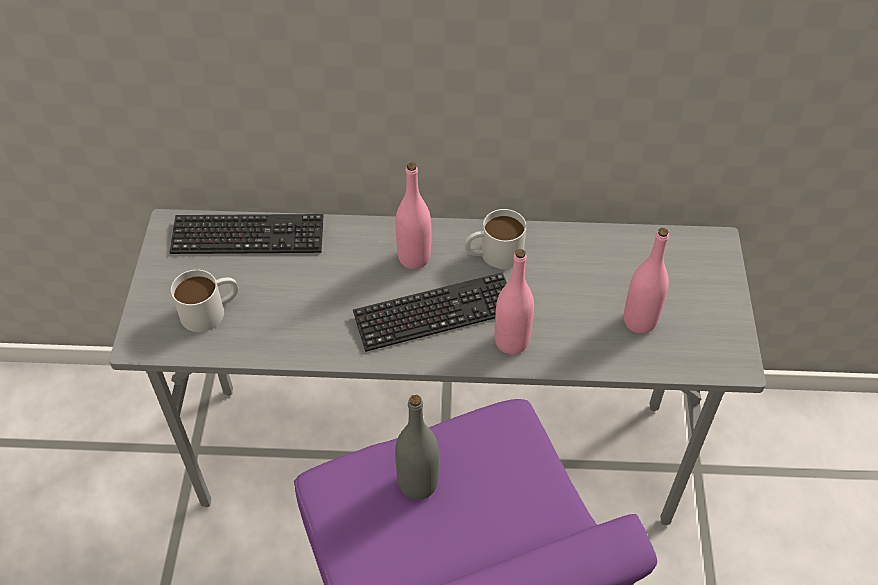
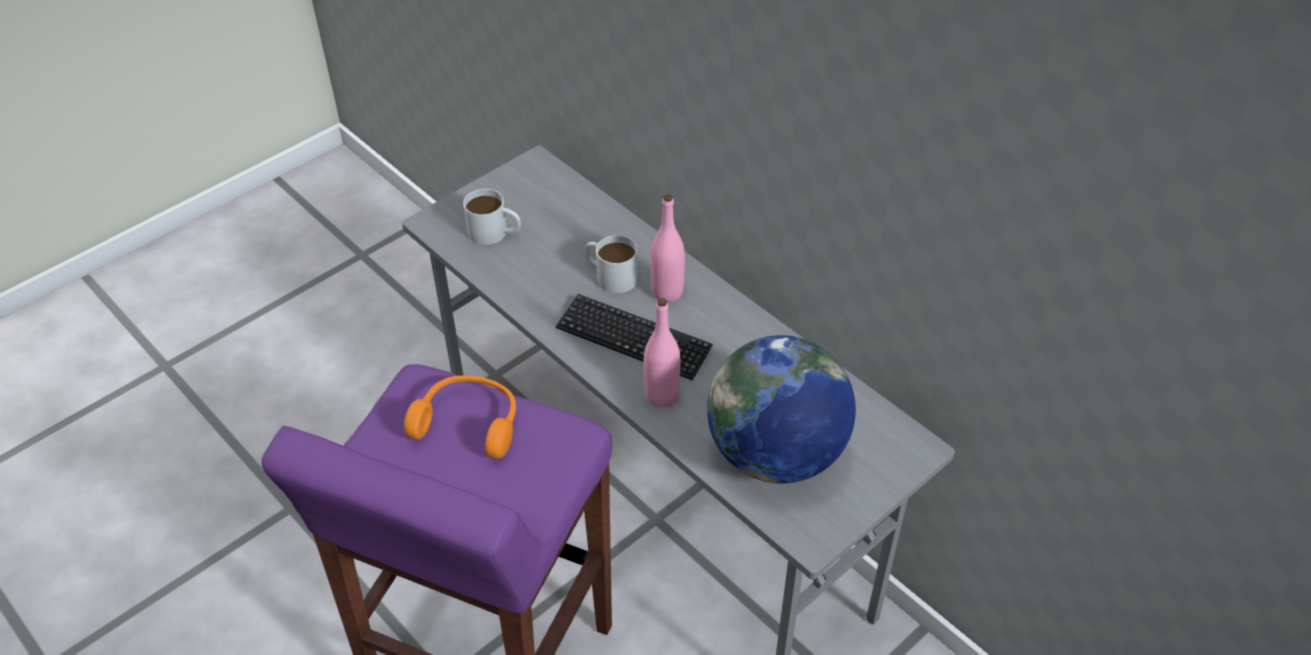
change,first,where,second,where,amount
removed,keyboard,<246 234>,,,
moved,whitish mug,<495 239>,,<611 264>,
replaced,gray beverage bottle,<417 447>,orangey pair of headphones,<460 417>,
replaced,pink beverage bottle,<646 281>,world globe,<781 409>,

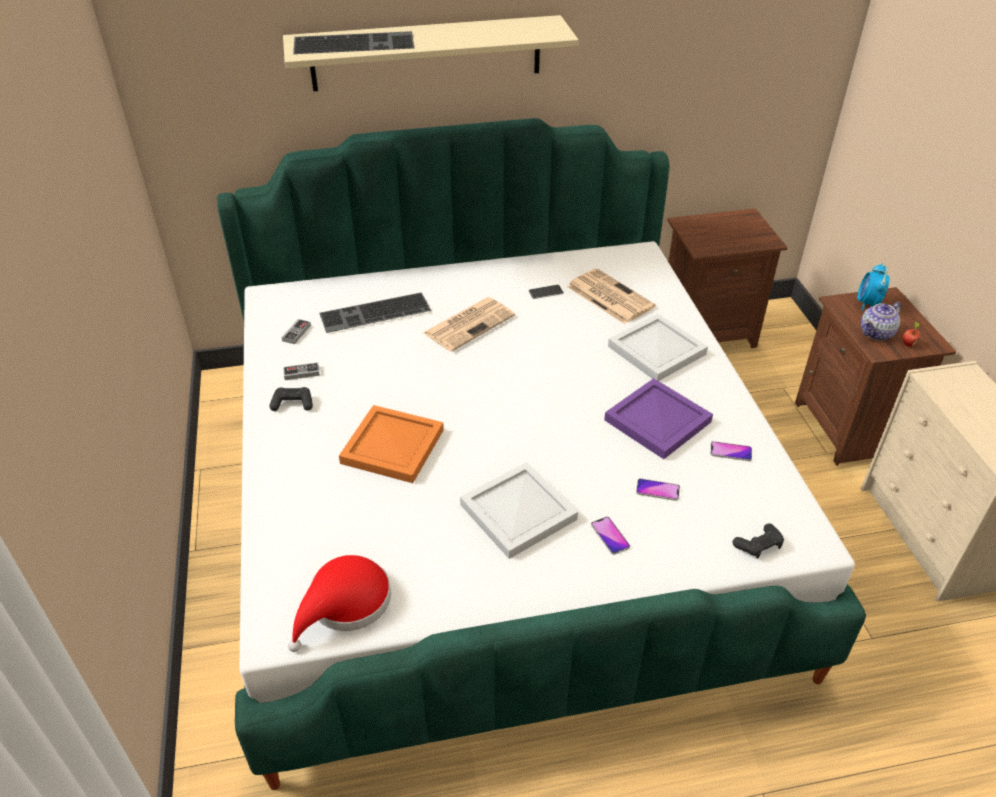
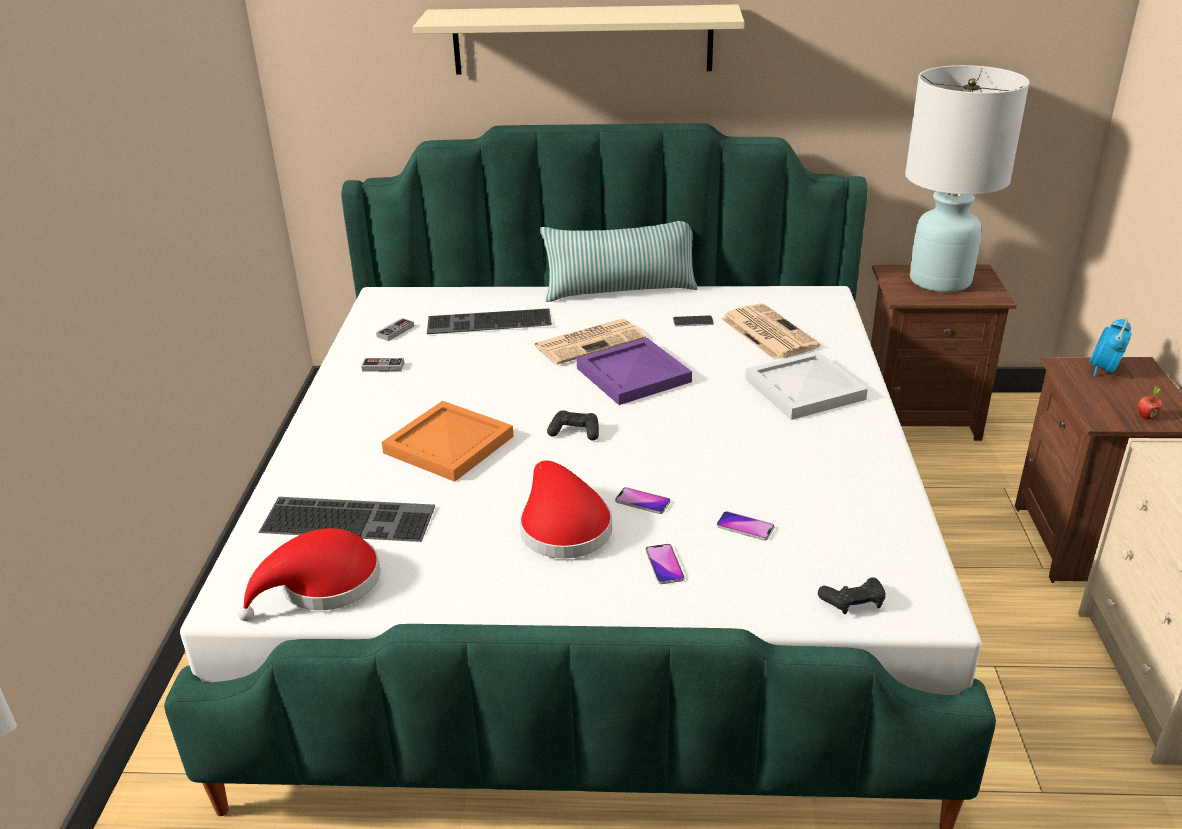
change,first,where,second,where,amount
removed,teapot,<881 321>,,,
added,,,cushion,<619 261>,
added,,,whitish lamp for a table,<967 178>,
moved,black-coloured gamepad,<291 399>,,<573 425>,
moved,keyboard,<353 42>,,<346 519>,
moved,purplish carrying tray,<658 418>,,<634 371>,
moved,handset,<731 451>,,<643 500>,
replaced,whitish carrying tray,<519 510>,reddish clothing hat,<566 509>,

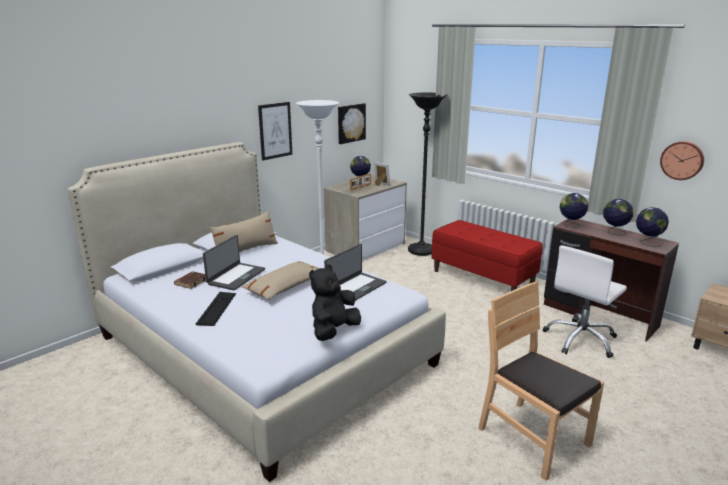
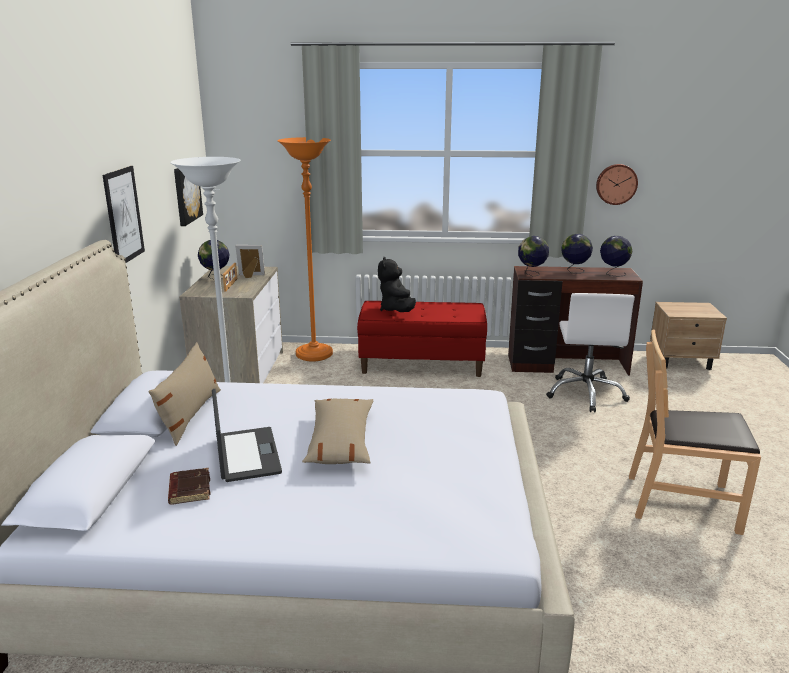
change,first,where,second,where,amount
removed,keyboard,<216 309>,,,
removed,portable computer,<355 272>,,,
moved,black-coloured cuddly toy,<335 303>,,<397 284>,
recoloured,black-coloured standard lamp,<427 174>,orangey standard lamp,<305 249>,

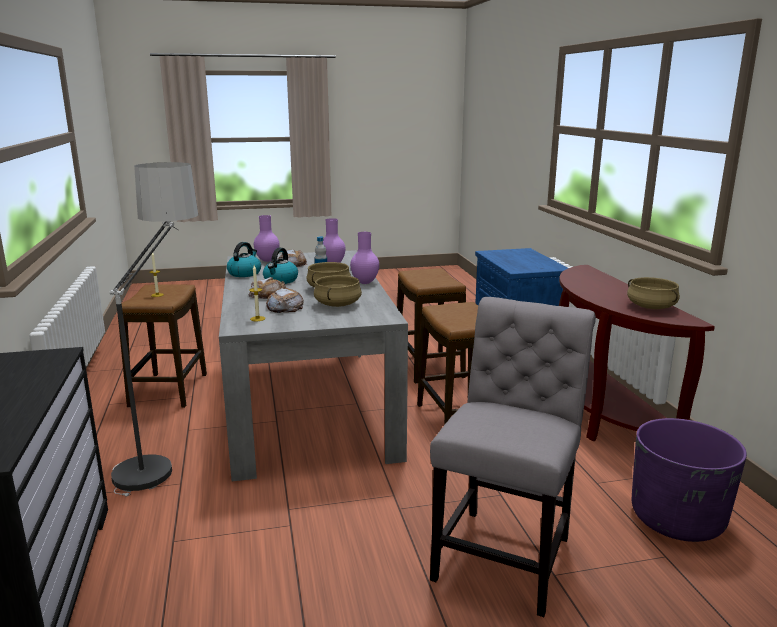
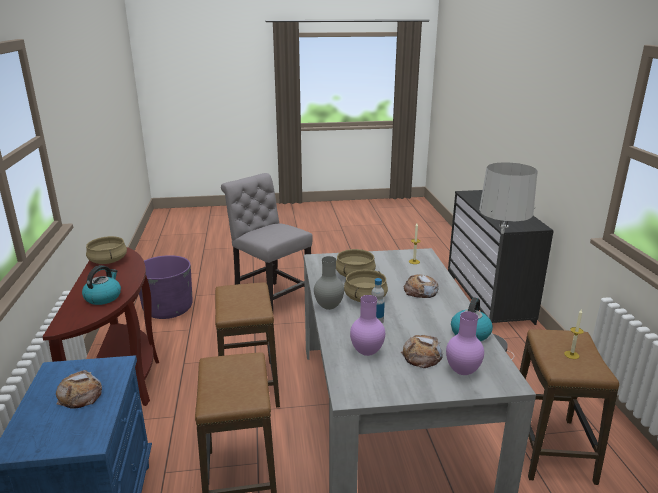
change,first,where,second,where,amount
moved,kettle,<280 266>,,<101 285>,
moved,bakery bread,<285 300>,,<79 389>,
recoloured,purplish flower vase,<364 258>,gray flower vase,<329 283>,
turned,gray chair,<513 457>,,<267 244>,105 degrees clockwise

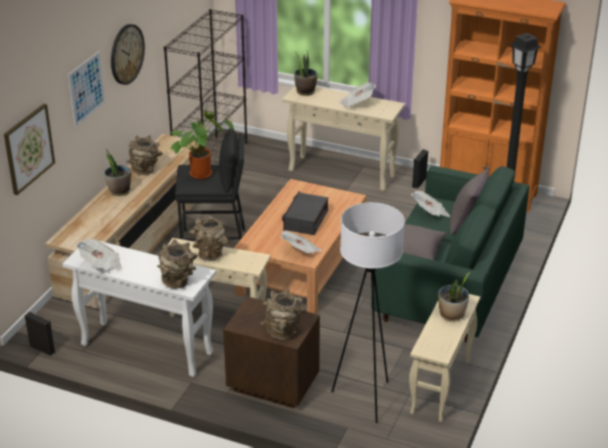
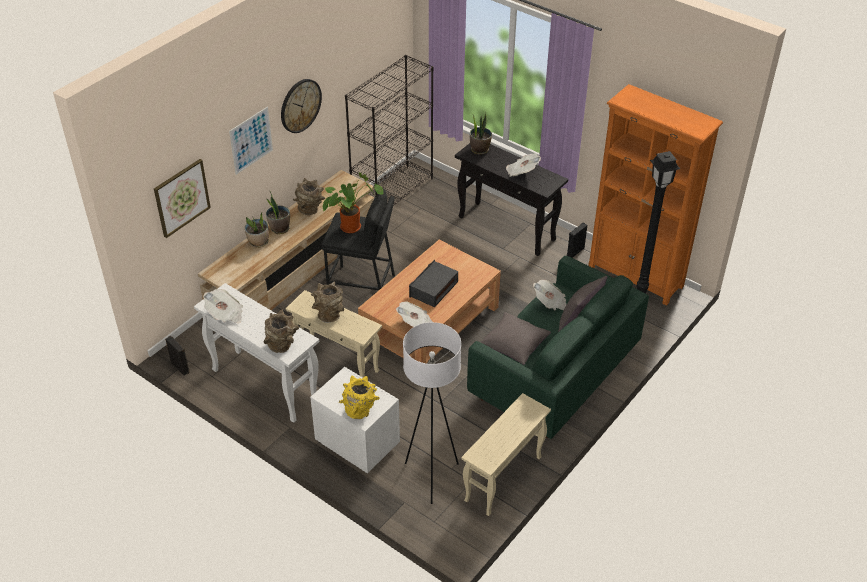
change,first,where,second,where,amount
moved,plant in a pot,<454 297>,,<256 230>,
recoloured,brown night table,<271 352>,whitish night table,<355 420>,
recoloured,brown flower vase,<283 314>,yellow-coloured flower vase,<359 397>,
recoloured,sand-coloured narrow table,<343 138>,black-coloured narrow table,<511 199>,

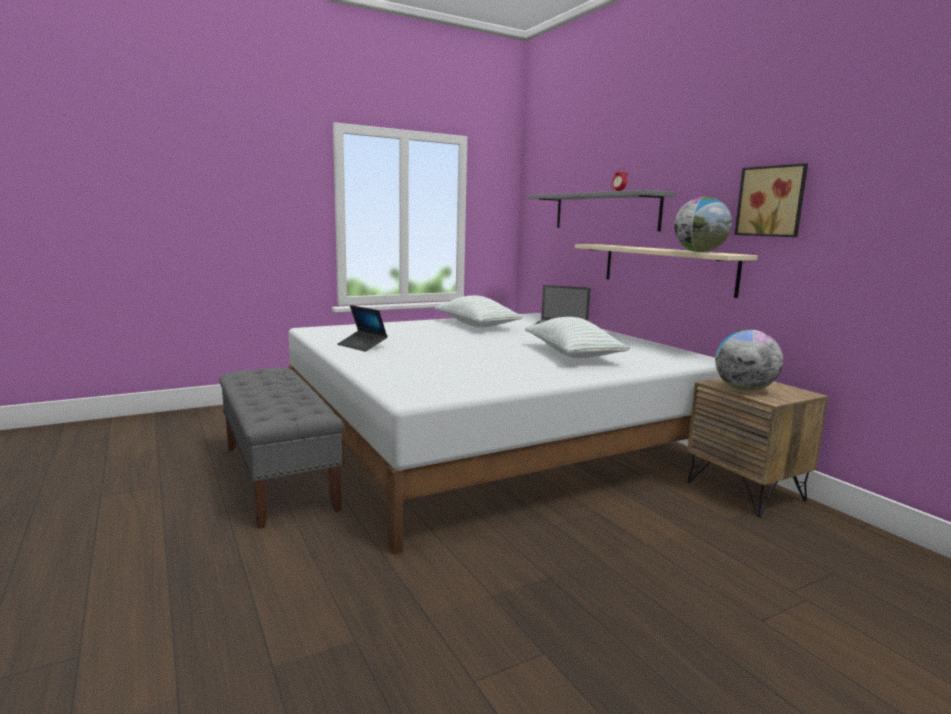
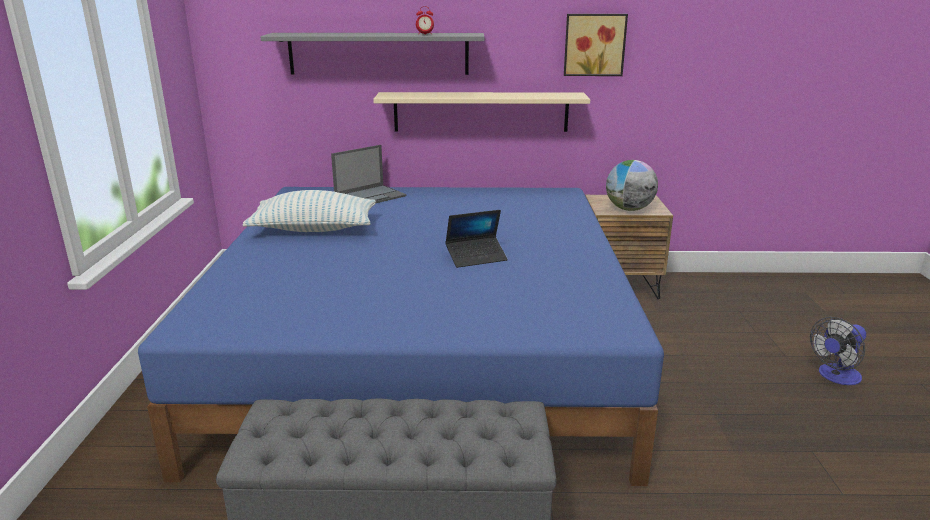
change,first,where,second,where,amount
removed,cushion,<577 337>,,,
removed,world globe,<703 224>,,,
added,,,electric fan,<838 351>,
moved,portable computer,<362 328>,,<476 239>,
recoloured,whitish bed,<504 433>,bluish bed,<401 336>,

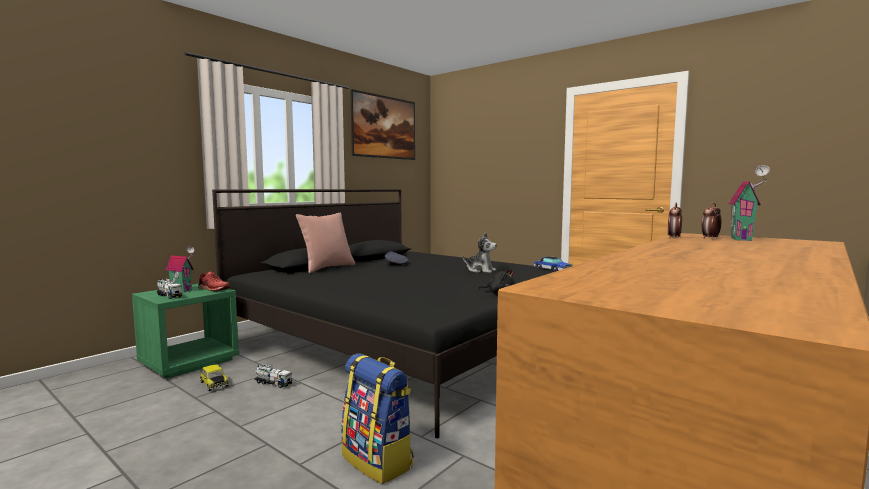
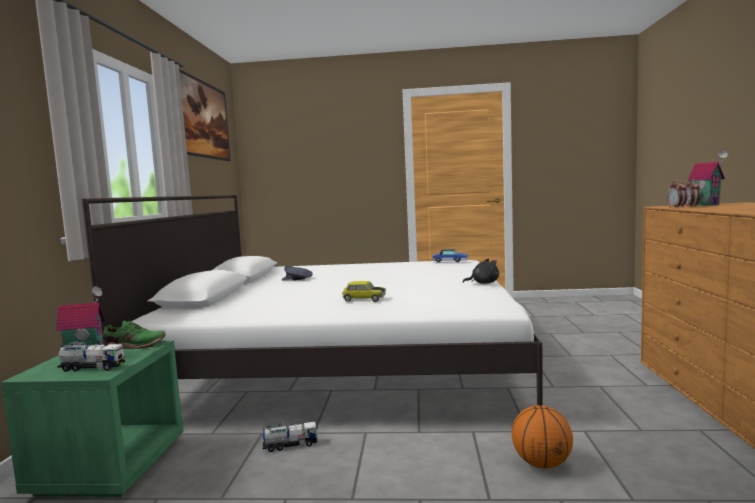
change,first,where,second,where,amount
removed,pink cushion,<325 243>,,,
removed,cuddly toy,<480 253>,,,
moved,model car,<214 377>,,<364 291>,
replaced,knapsack,<377 419>,basketball,<542 437>,
recoloured,reddish low shoe,<214 281>,green-coloured low shoe,<134 334>,
recoloured,black-coloured bed,<385 313>,whitish bed,<312 300>,

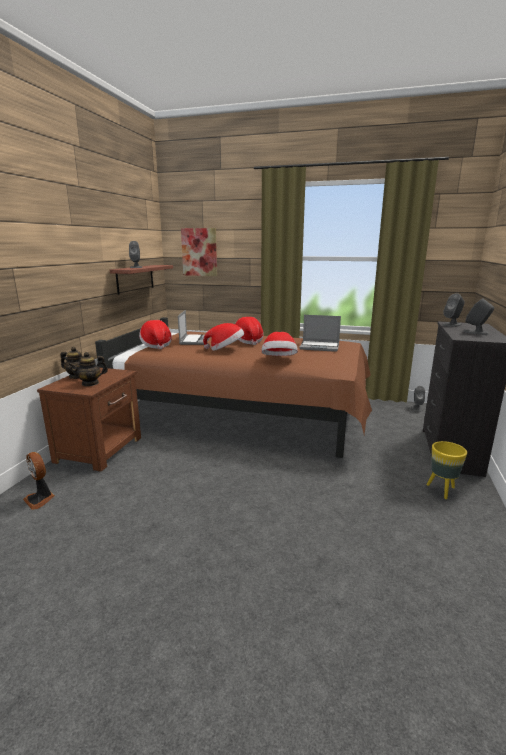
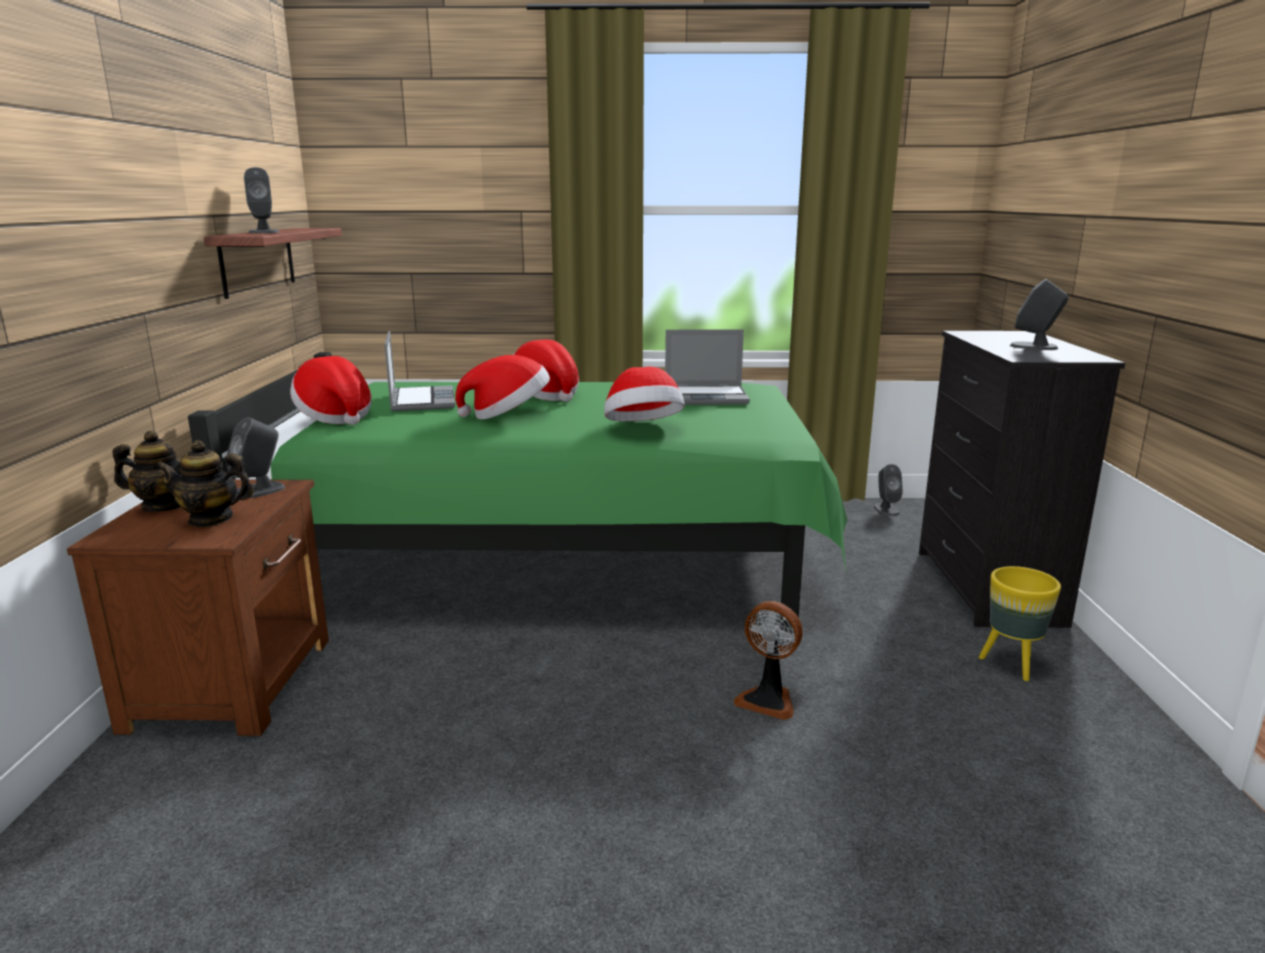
change,first,where,second,where,amount
removed,picture,<199 252>,,,
moved,electric fan,<39 481>,,<768 660>,
moved,gray speaker,<453 310>,,<255 457>,
recoloured,brown bed,<233 387>,green-coloured bed,<517 489>,
turned,teapot,<88 369>,,<205 483>,45 degrees clockwise

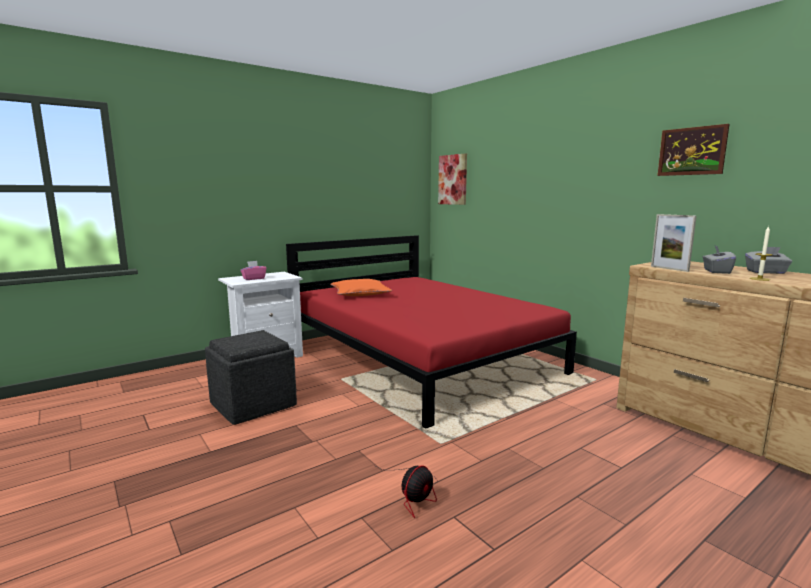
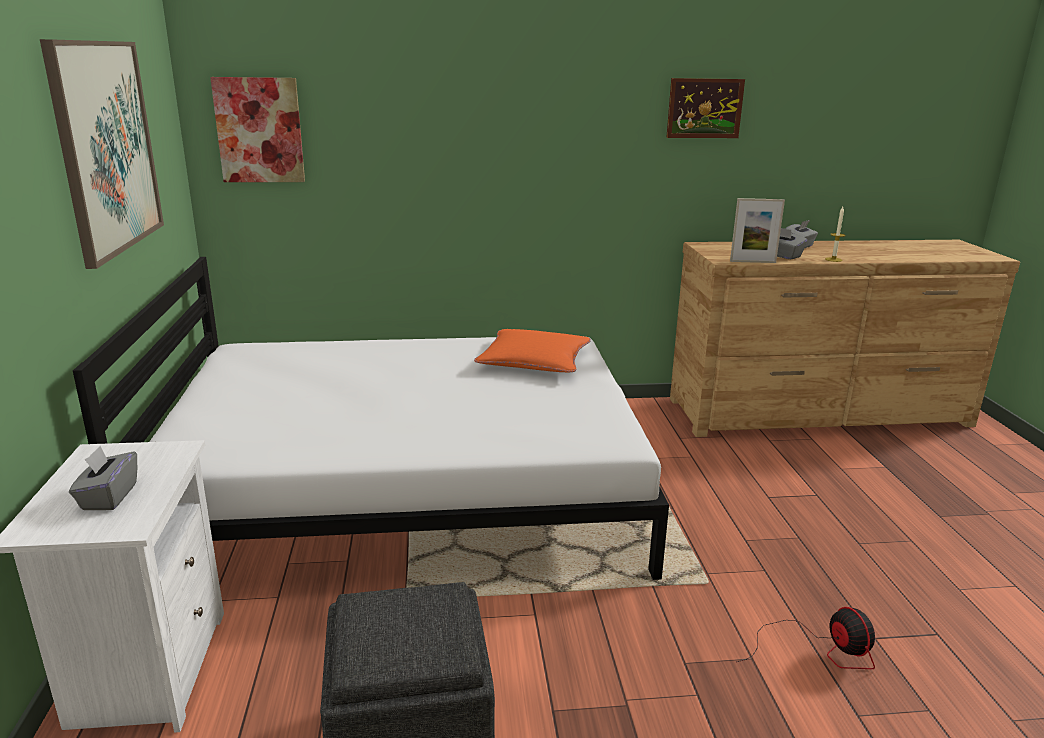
change,first,where,second,where,amount
added,,,picture,<102 154>,
moved,orangey cushion,<361 287>,,<532 351>,
recoloured,pink box of tissues,<253 270>,gray box of tissues,<103 478>,
recoloured,reddish bed,<431 332>,whitish bed,<371 418>,

